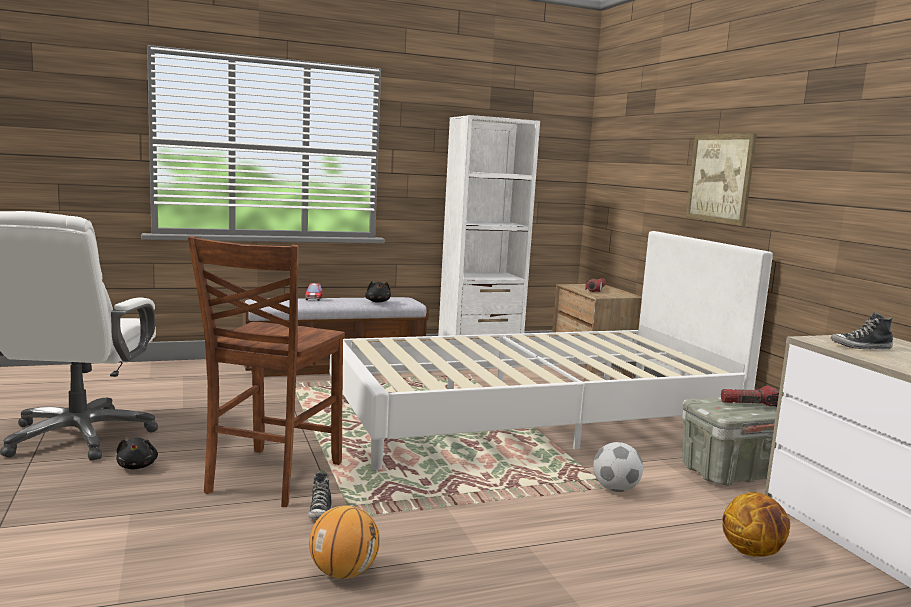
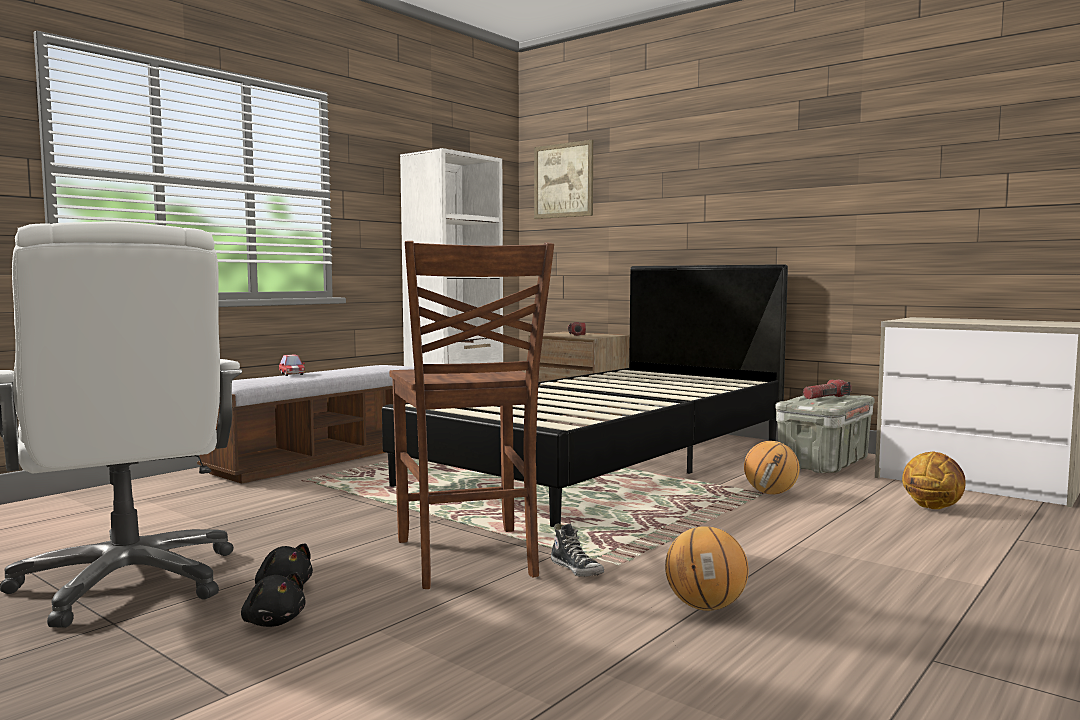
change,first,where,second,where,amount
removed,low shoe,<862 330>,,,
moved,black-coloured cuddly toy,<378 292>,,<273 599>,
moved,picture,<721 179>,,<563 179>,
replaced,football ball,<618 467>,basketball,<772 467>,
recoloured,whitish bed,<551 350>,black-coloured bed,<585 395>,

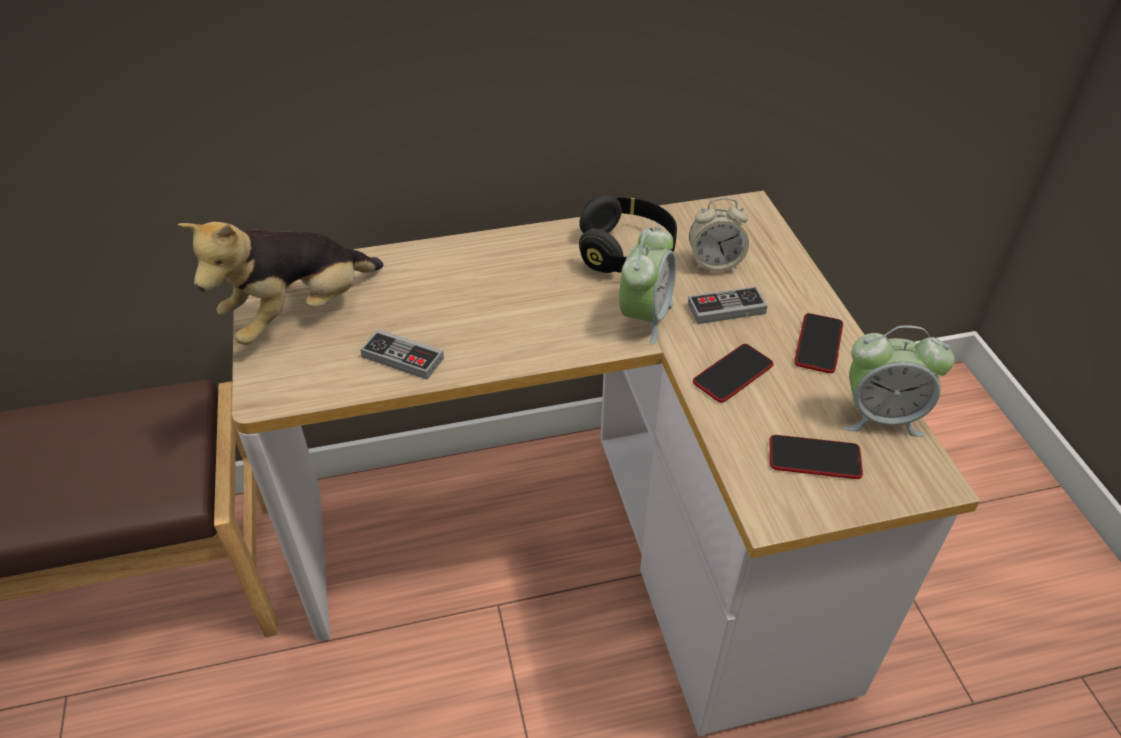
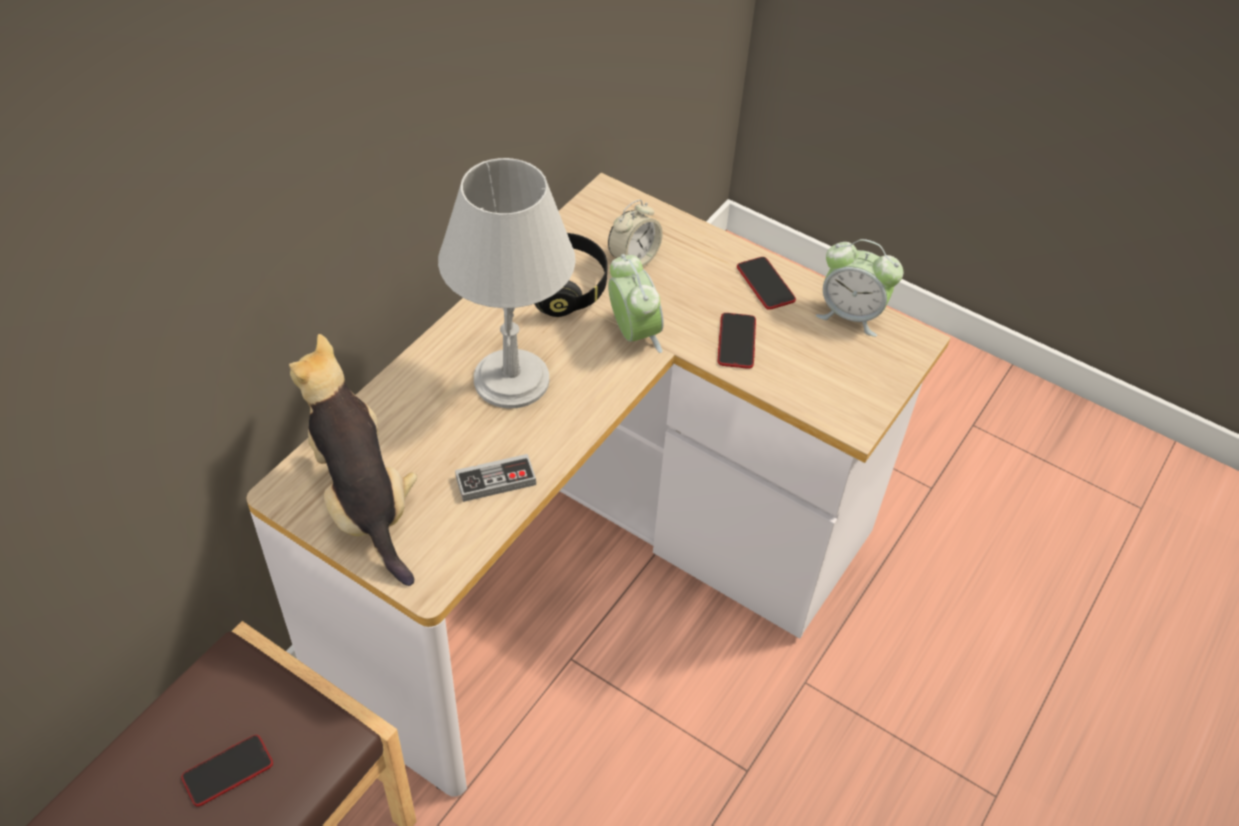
change,first,where,second,where,amount
removed,gamepad,<728 305>,,,
added,,,gray lamp for a table,<507 283>,
moved,handset,<816 457>,,<227 771>,
turned,cuddly toy,<281 283>,,<353 460>,150 degrees clockwise
turned,alarm clock,<899 381>,,<859 288>,60 degrees clockwise

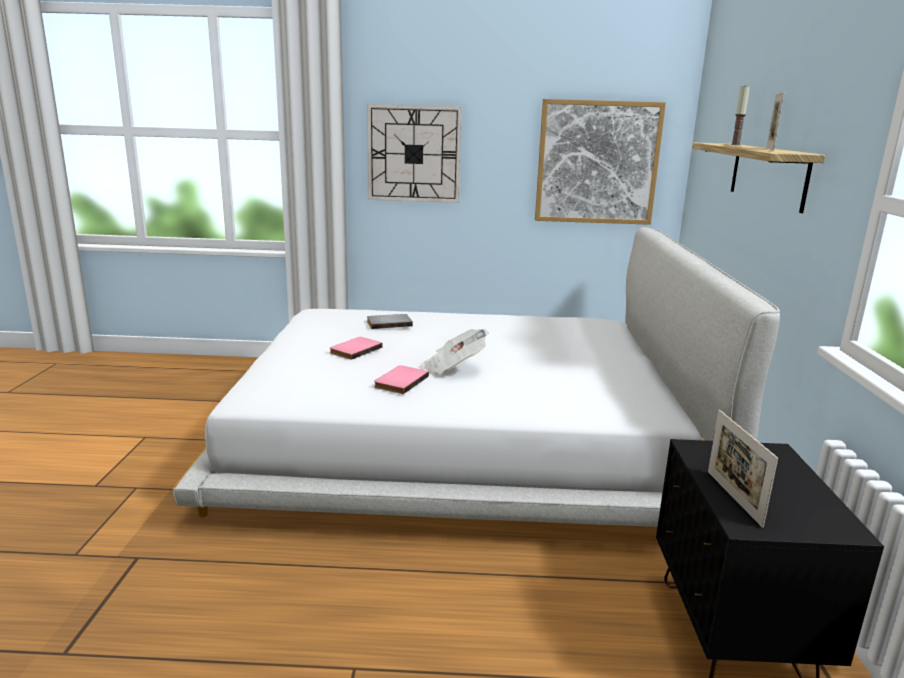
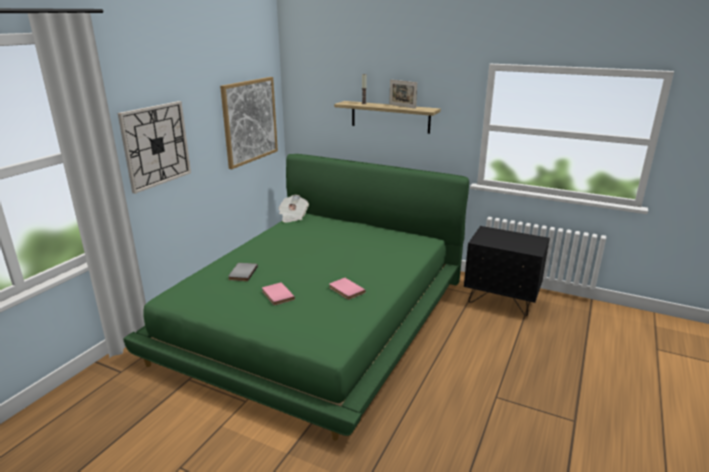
change,first,where,second,where,amount
removed,picture frame,<743 469>,,,
moved,newspaper,<455 351>,,<293 209>,
recoloured,whitish bed,<476 377>,green-coloured bed,<296 297>,

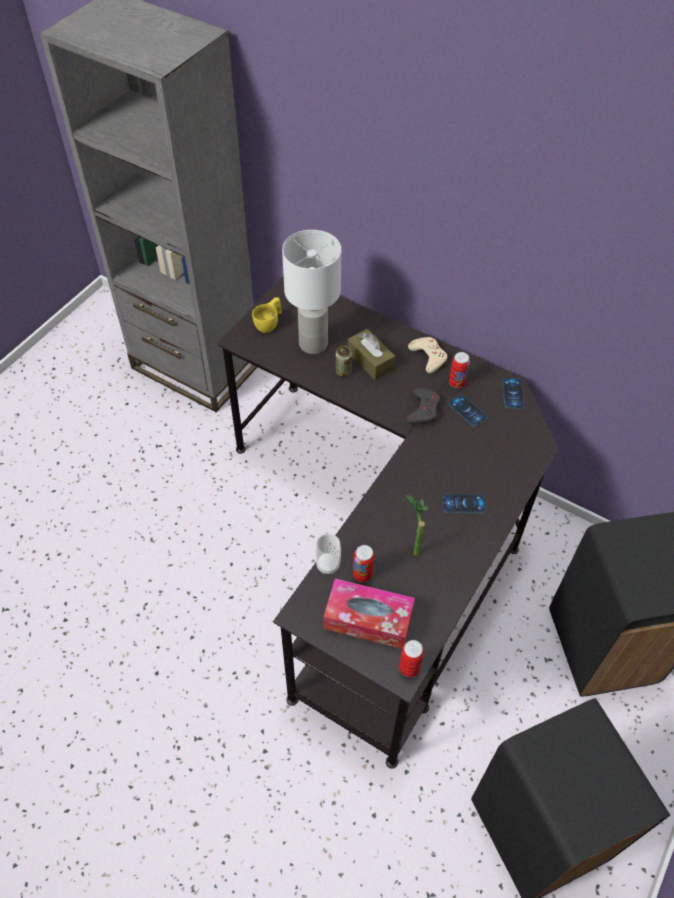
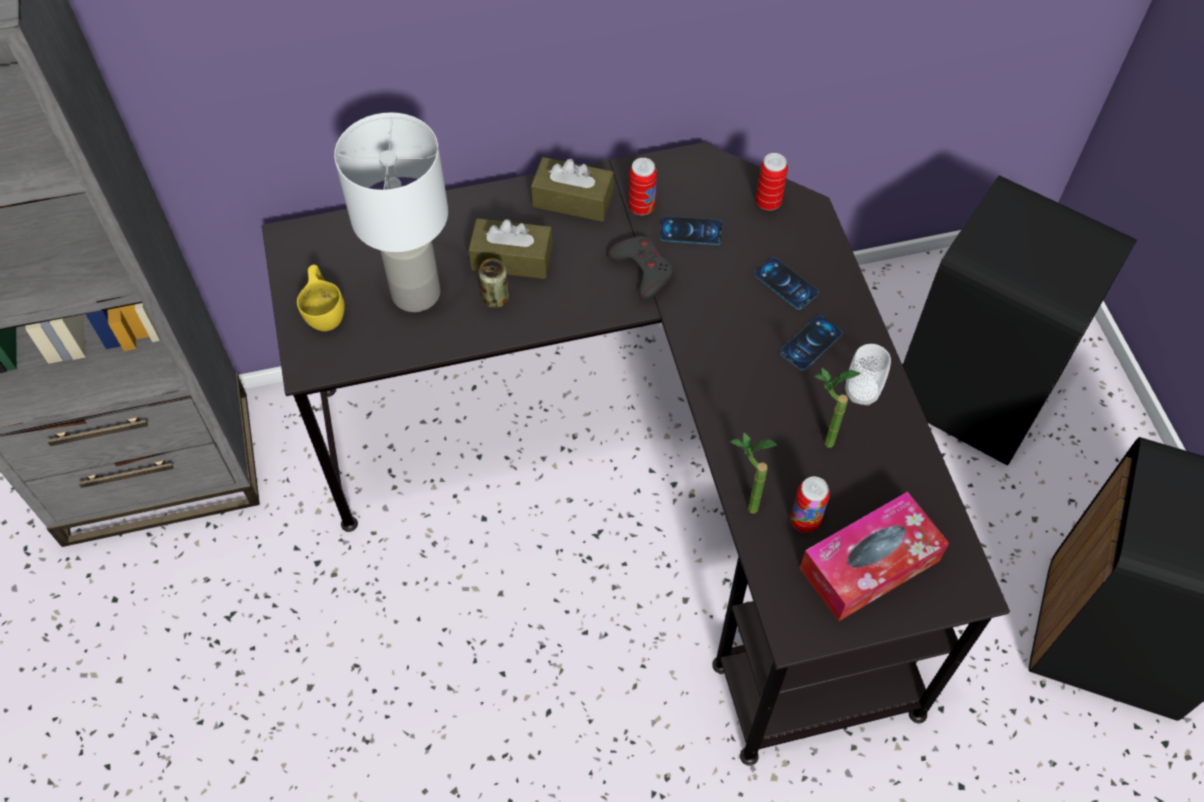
change,first,where,second,where,amount
added,,,plant in a pot,<753 473>,
moved,small cup,<328 554>,,<868 375>,
moved,sealed can,<411 658>,,<772 182>,
moved,handset,<513 393>,,<786 283>,
replaced,sand-coloured gamepad,<428 355>,brown box of tissues,<572 189>,

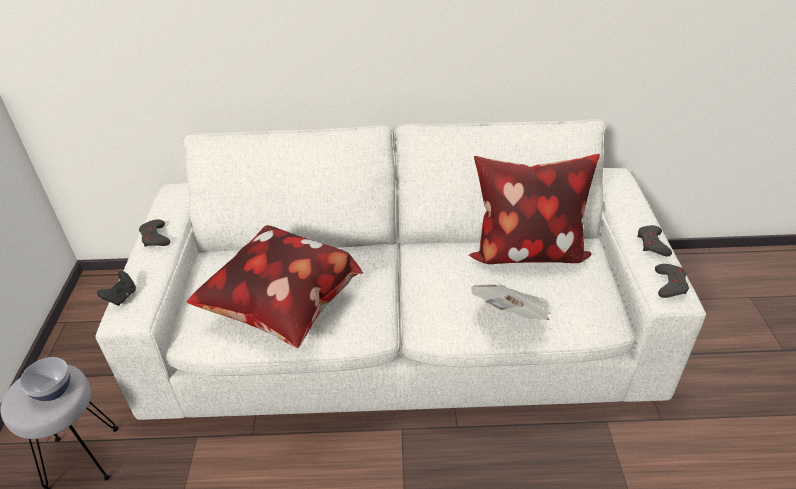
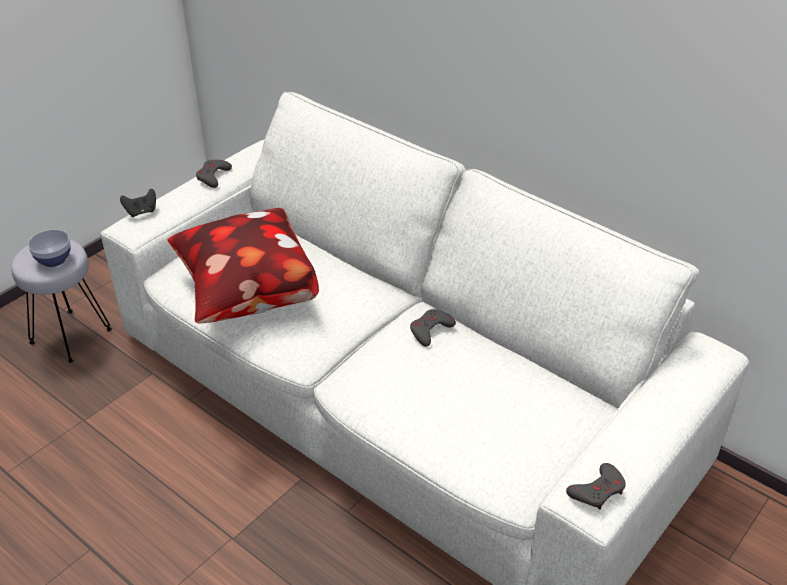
change,first,where,second,where,amount
removed,cushion,<534 209>,,,
removed,newspaper,<511 302>,,,
moved,gray gamepad,<654 241>,,<433 328>,

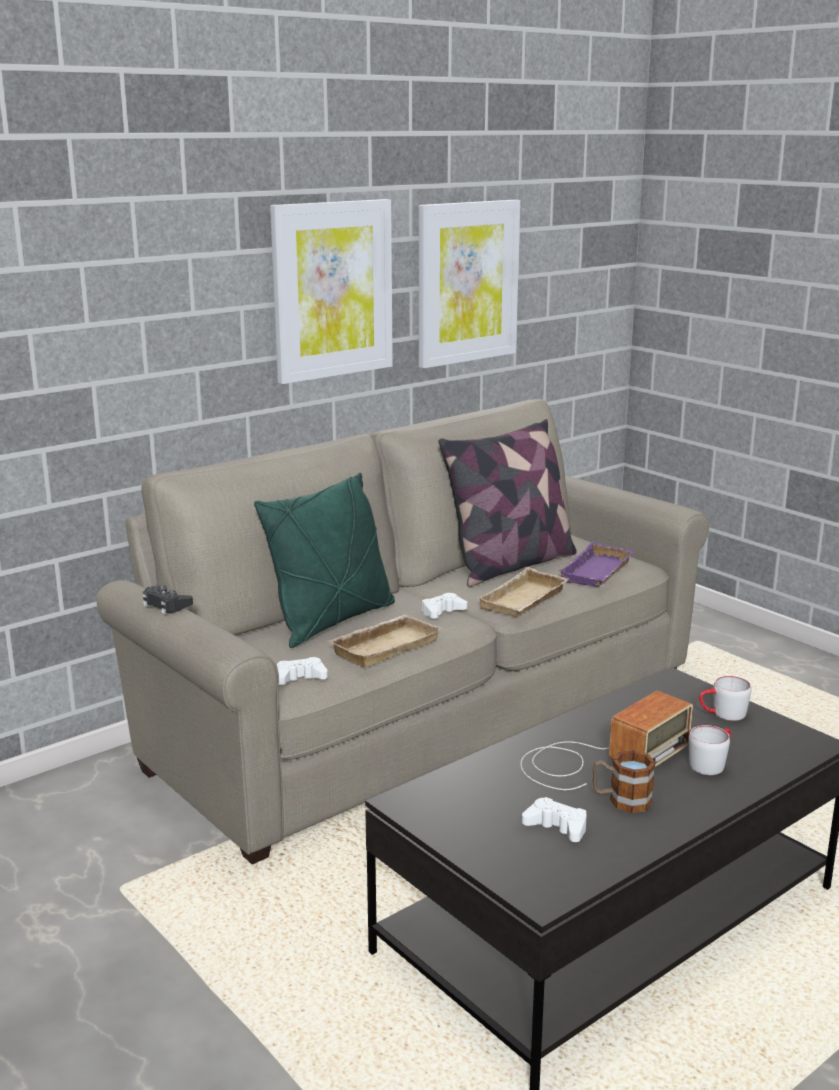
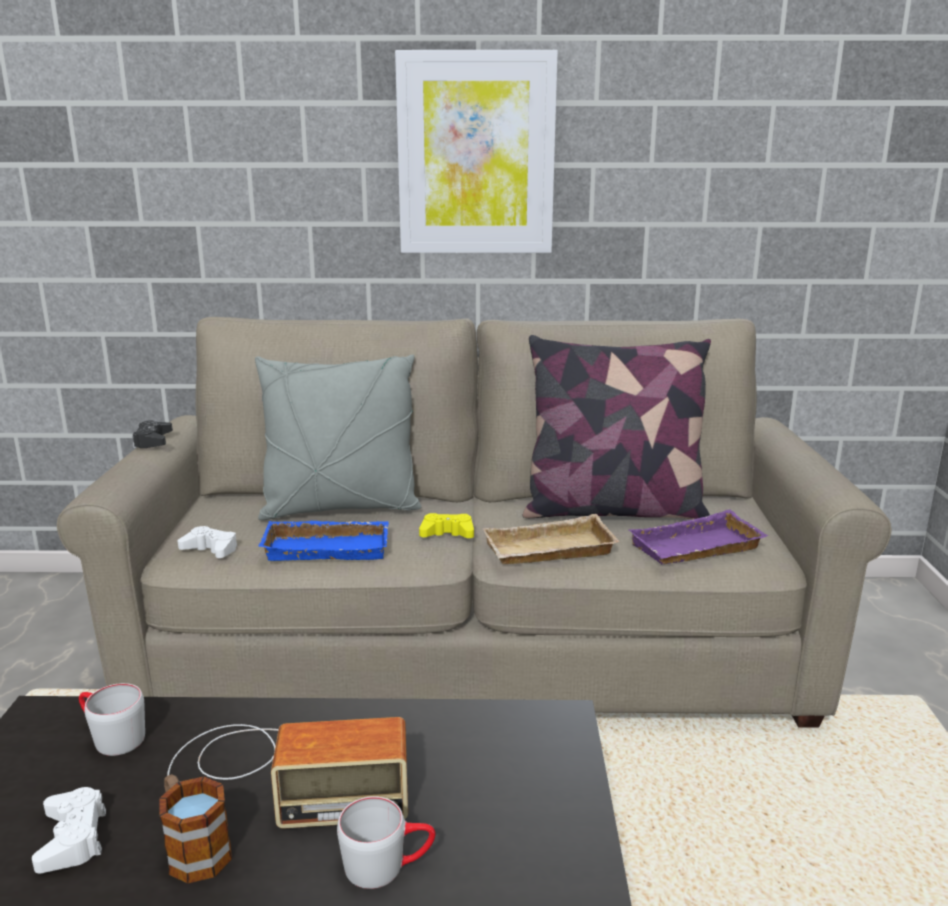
change,first,where,second,where,amount
removed,picture,<469 284>,,,
moved,gray mug,<725 698>,,<112 719>,
recoloured,green-coloured cushion,<324 560>,gray cushion,<338 437>,
recoloured,sand-coloured carrying tray,<385 640>,bluish carrying tray,<323 541>,
recoloured,whitish gamepad,<444 606>,yellow-coloured gamepad,<446 525>,

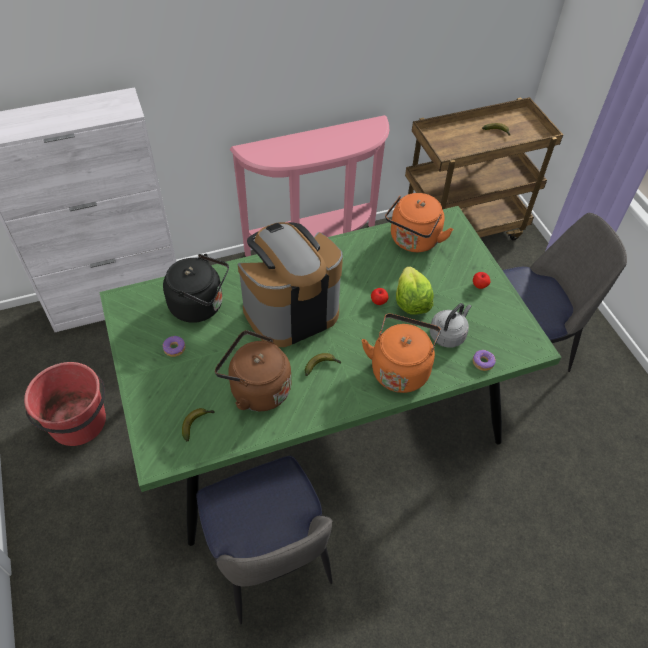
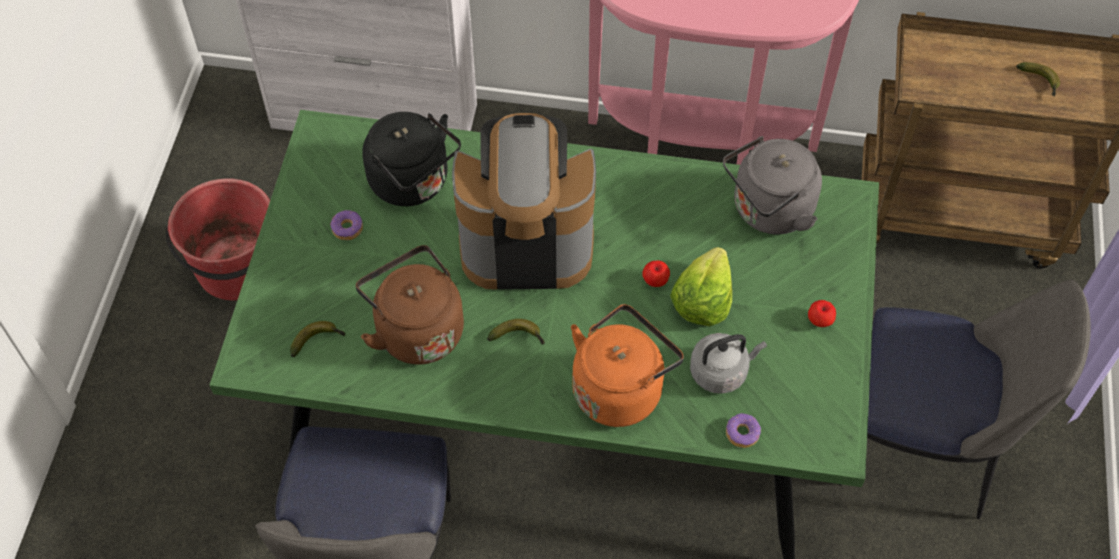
change,first,where,second,where,amount
recoloured,orangey kettle,<419 222>,gray kettle,<772 185>,

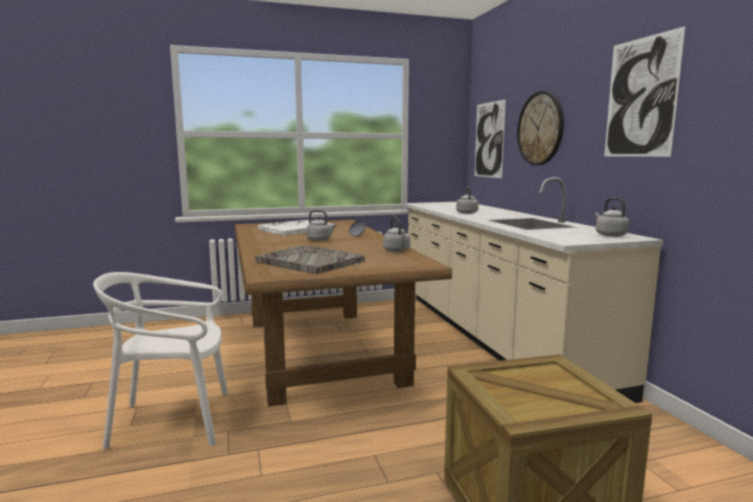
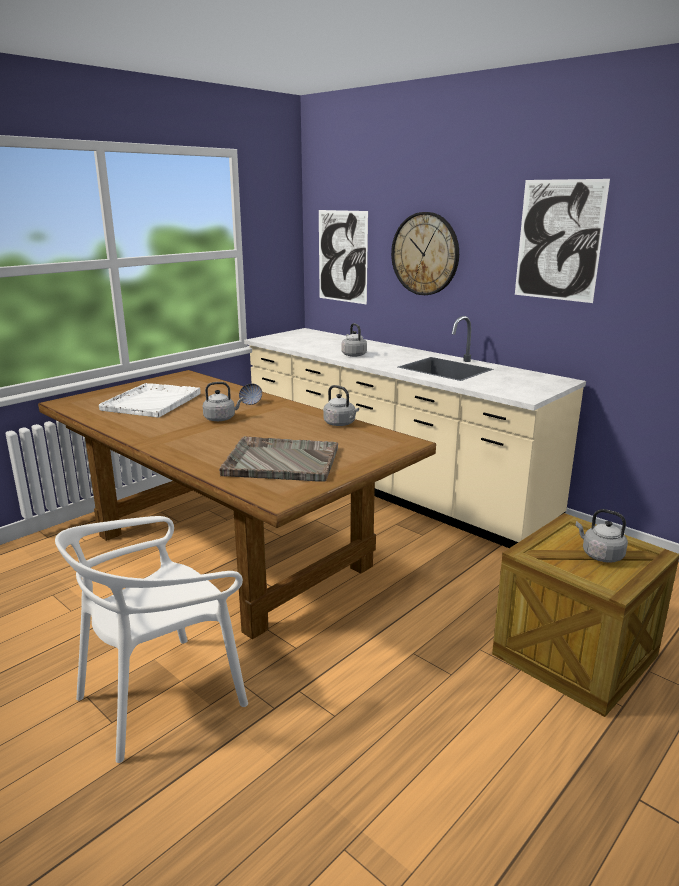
change,first,where,second,where,amount
moved,gray kettle,<612 217>,,<602 536>,

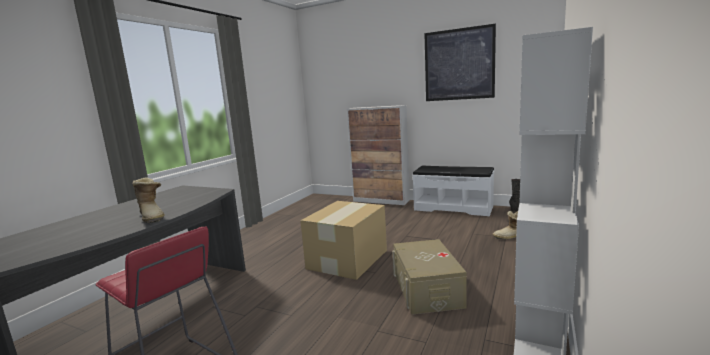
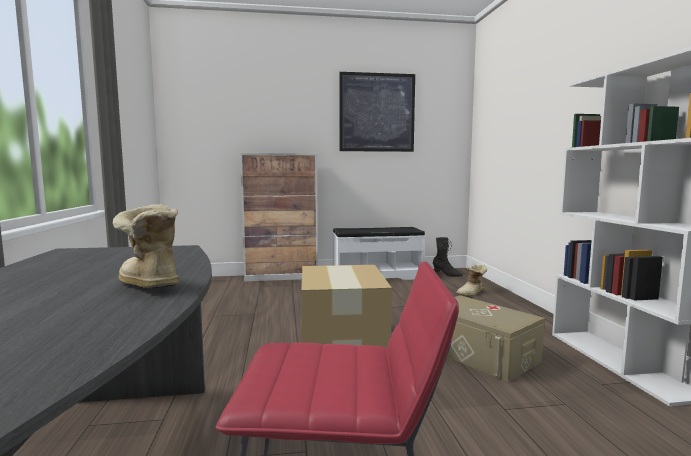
change,first,where,second,where,amount
turned,high-top boot,<149 200>,,<146 246>,150 degrees counterclockwise

